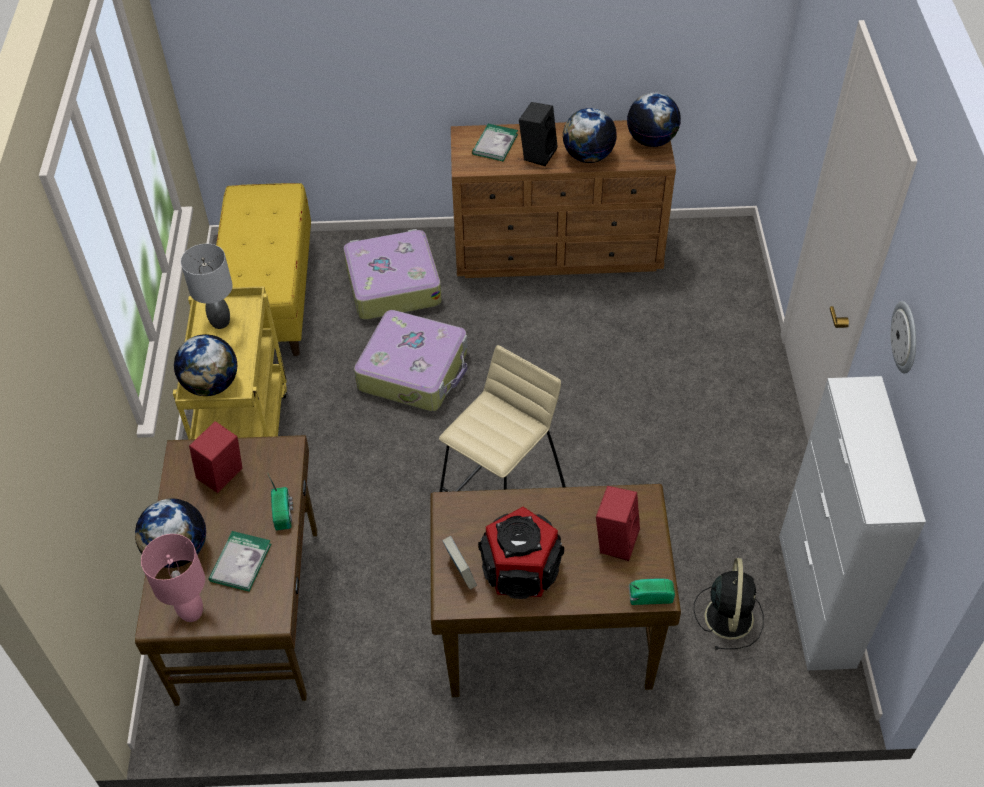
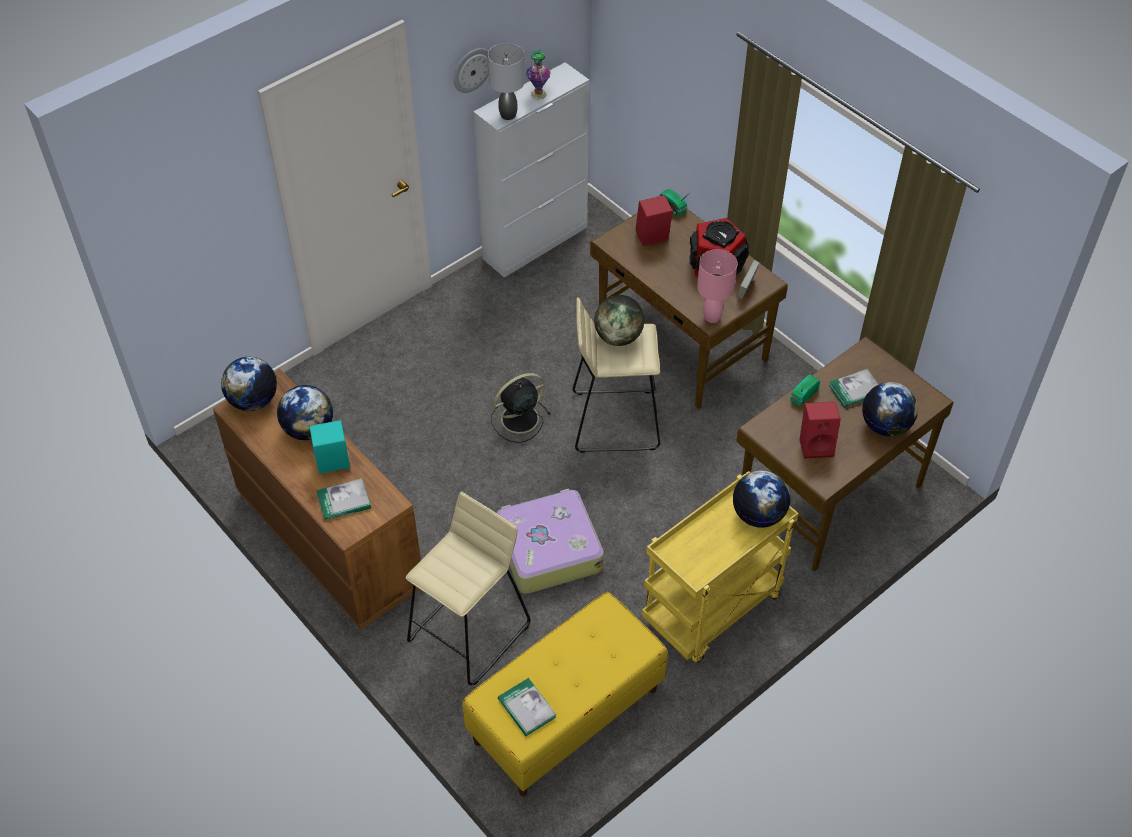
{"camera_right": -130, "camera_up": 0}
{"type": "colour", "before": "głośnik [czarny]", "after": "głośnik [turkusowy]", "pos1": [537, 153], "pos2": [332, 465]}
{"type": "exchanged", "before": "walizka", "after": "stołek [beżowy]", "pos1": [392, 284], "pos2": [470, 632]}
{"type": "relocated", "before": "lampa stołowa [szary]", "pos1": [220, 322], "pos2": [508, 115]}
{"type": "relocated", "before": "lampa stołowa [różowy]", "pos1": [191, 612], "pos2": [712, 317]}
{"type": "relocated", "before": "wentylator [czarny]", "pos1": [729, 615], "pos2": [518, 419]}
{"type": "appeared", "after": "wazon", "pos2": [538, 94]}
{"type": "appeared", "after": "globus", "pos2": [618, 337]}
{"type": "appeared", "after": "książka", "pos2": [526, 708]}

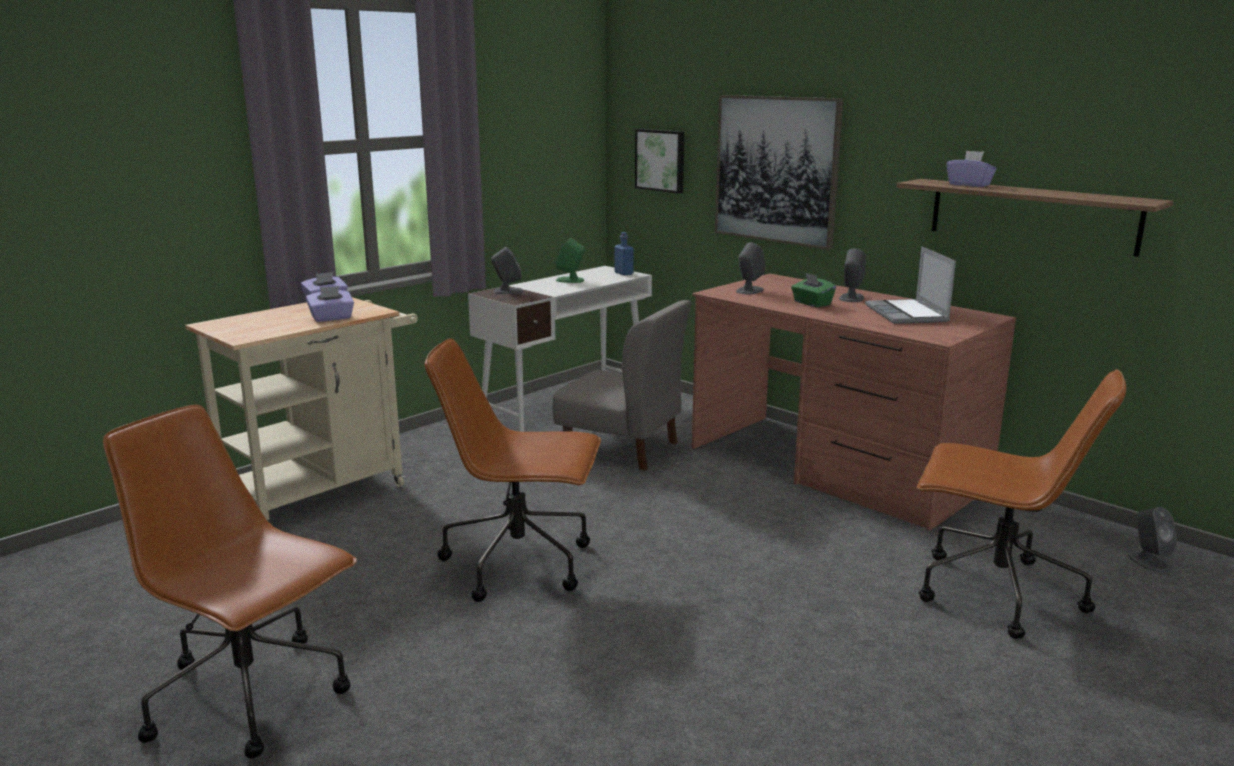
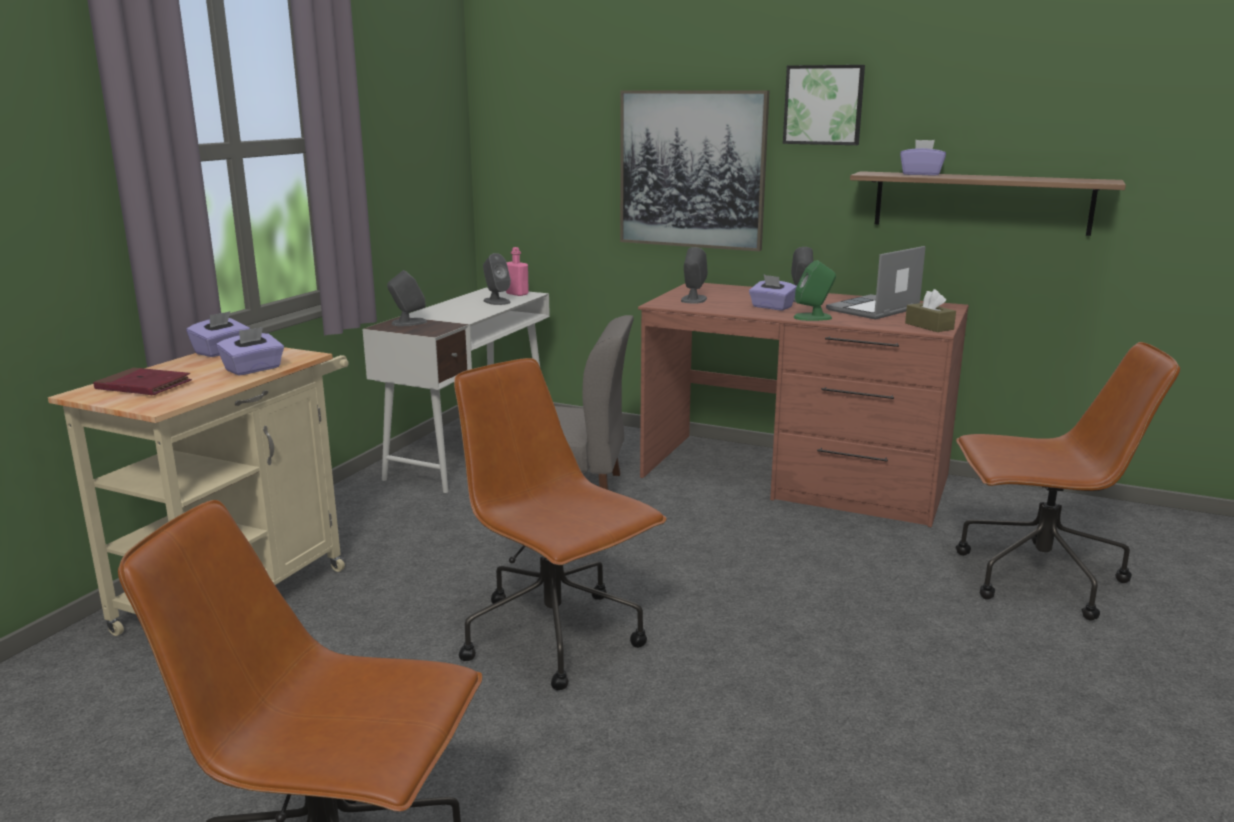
{"camera_right": -20, "camera_up": 0}
{"type": "relocated", "before": "obraz", "pos1": [661, 160], "pos2": [823, 105]}
{"type": "colour", "before": "butelka [niebieski]", "after": "butelka [różowy]", "pos1": [623, 273], "pos2": [517, 294]}
{"type": "relocated", "before": "głośnik [zielony]", "pos1": [570, 280], "pos2": [813, 317]}
{"type": "spun", "before": "laptop", "pos1": [908, 314], "pos2": [873, 310], "turn": 75}
{"type": "colour", "before": "pudełko chusteczek [zielony]", "after": "pudełko chusteczek [fioletowy]", "pos1": [811, 303], "pos2": [771, 307]}
{"type": "spun", "before": "krzesło biurowe [brązowy]", "pos1": [521, 563], "pos2": [555, 638], "turn": 60}
{"type": "relocated", "before": "głośnik [szary]", "pos1": [1148, 562], "pos2": [496, 301]}
{"type": "appeared", "after": "pudełko chusteczek [brązowy]", "pos2": [929, 326]}
{"type": "appeared", "after": "książka [czerwony]", "pos2": [144, 386]}

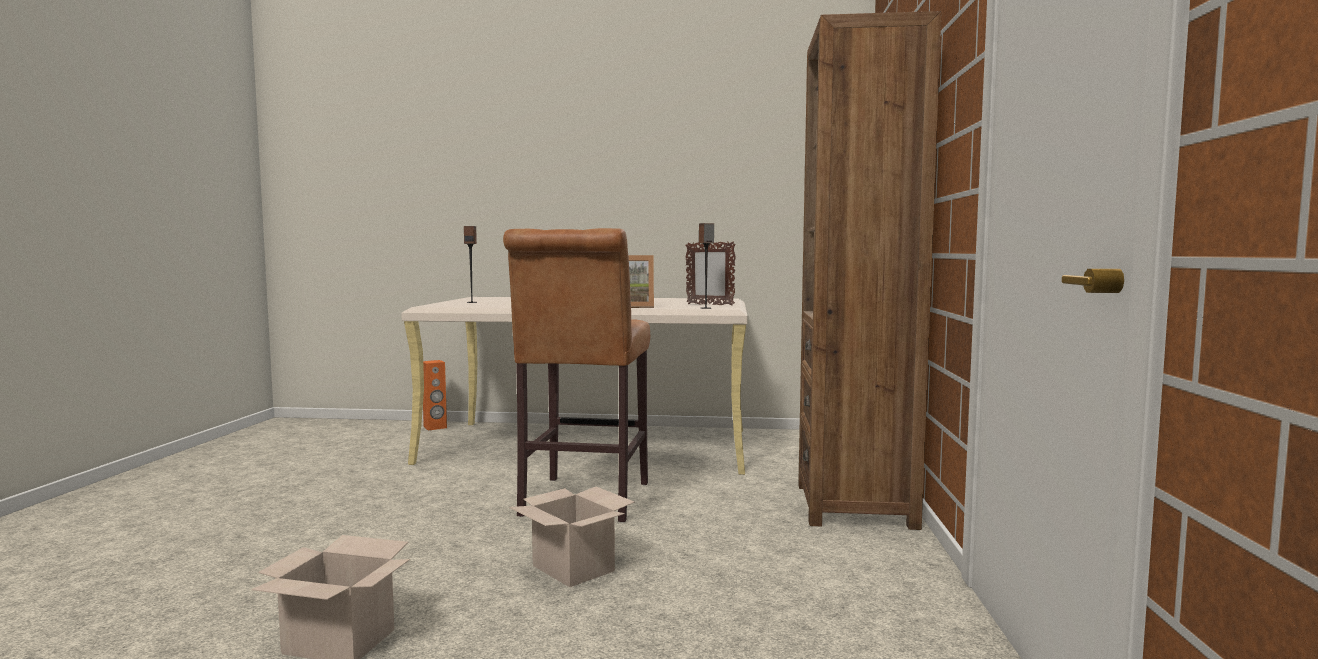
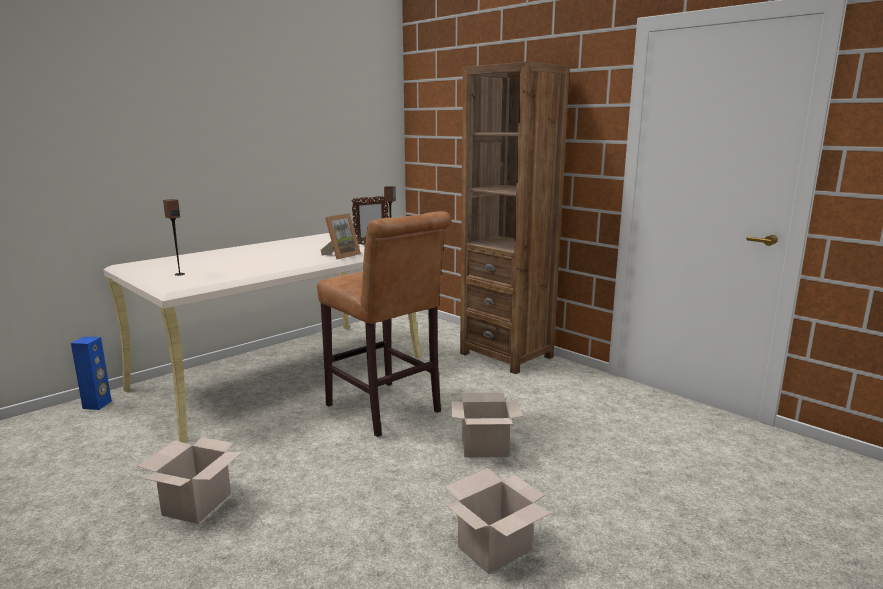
{"camera_right": -50, "camera_up": 10}
{"type": "colour", "before": "głośnik [pomarańczowy]", "after": "głośnik [niebieski]", "pos1": [435, 427], "pos2": [97, 405]}
{"type": "appeared", "after": "karton", "pos2": [197, 503]}

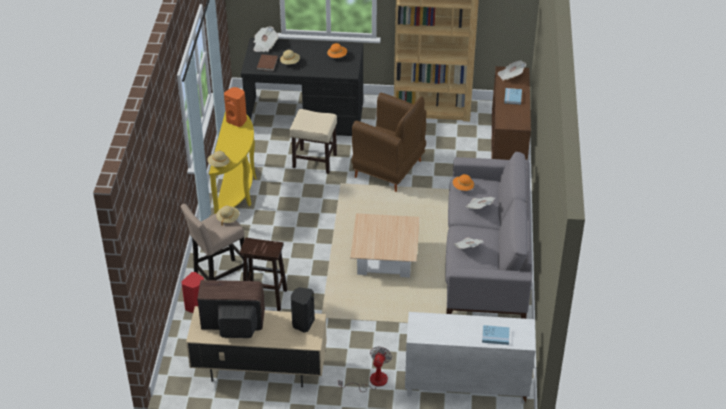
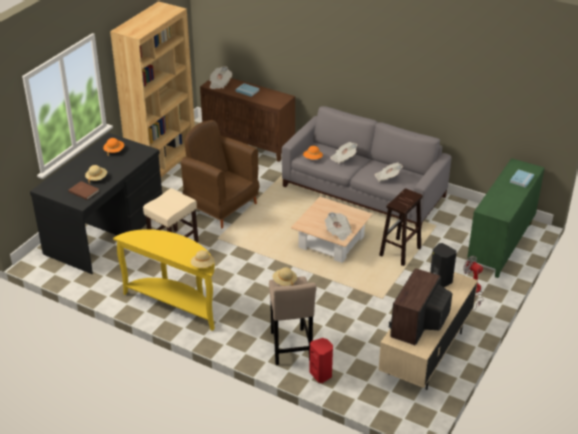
{"camera_right": -65, "camera_up": -5}
{"type": "relocated", "before": "gazeta", "pos1": [264, 45], "pos2": [338, 232]}
{"type": "missing", "before": "głośnik [pomarańczowy]", "pos1": [237, 121]}
{"type": "spun", "before": "fotel [brązowy]", "pos1": [389, 169], "pos2": [221, 207], "turn": -105}
{"type": "relocated", "before": "stołek [brązowy]", "pos1": [264, 297], "pos2": [400, 252]}
{"type": "colour", "before": "szafka [biały]", "after": "szafka [zielony]", "pos1": [465, 386], "pos2": [501, 246]}

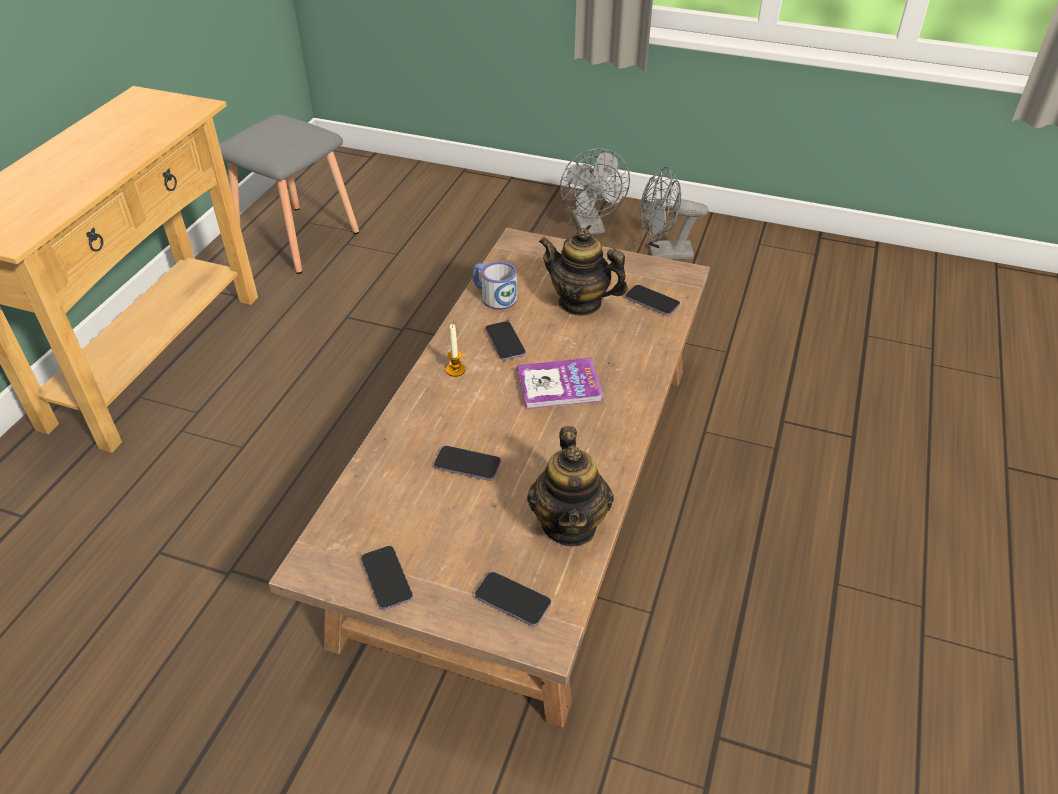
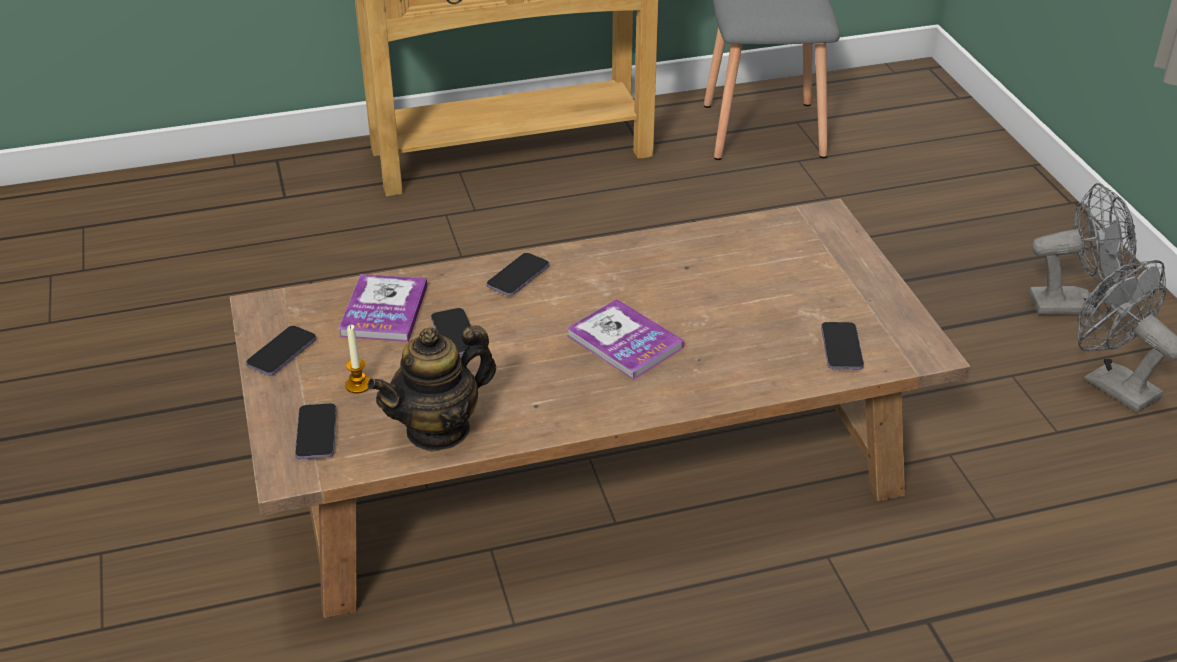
{"camera_right": 55, "camera_up": -5}
{"type": "spun", "before": "wentylator [szary]", "pos1": [591, 228], "pos2": [1073, 304], "turn": -135}
{"type": "missing", "before": "imbryk", "pos1": [580, 303]}
{"type": "missing", "before": "kubek", "pos1": [494, 296]}
{"type": "relocated", "before": "telefon", "pos1": [505, 342], "pos2": [518, 277]}
{"type": "relocated", "before": "świeca", "pos1": [455, 370], "pos2": [358, 385]}
{"type": "appeared", "after": "książka", "pos2": [384, 310]}

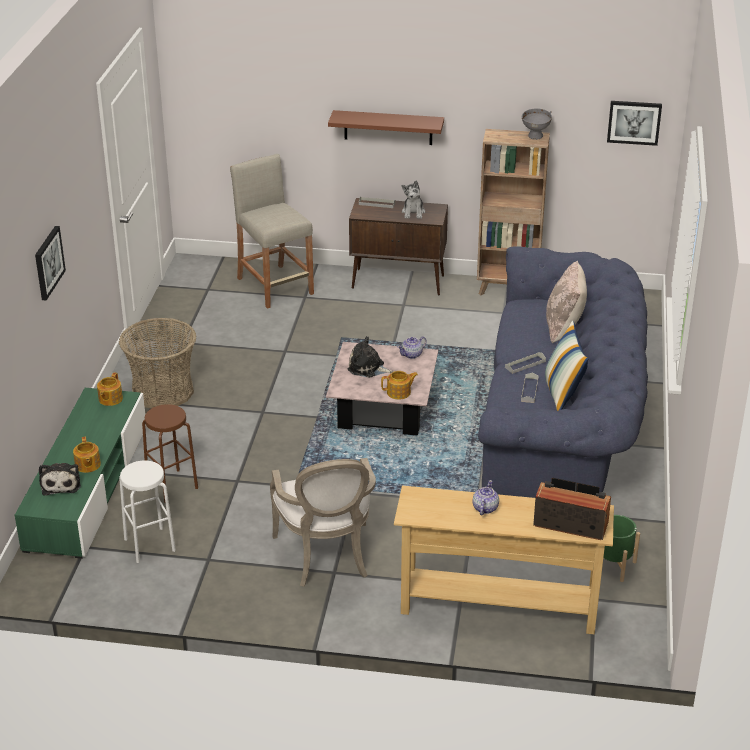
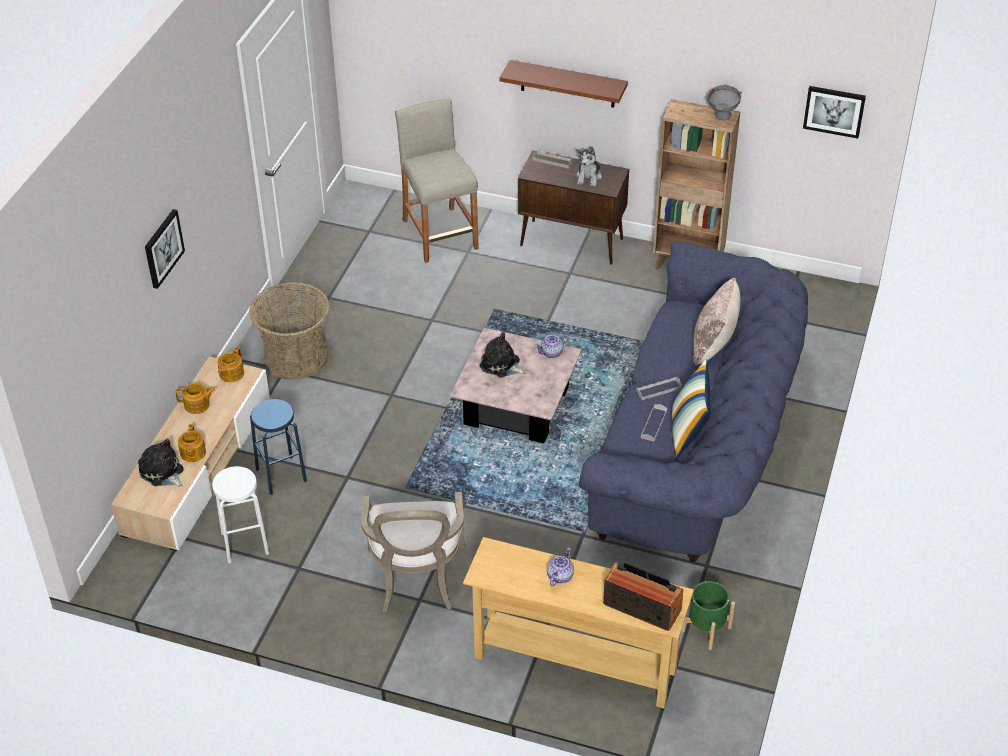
{"camera_right": 10, "camera_up": 10}
{"type": "relocated", "before": "imbryk", "pos1": [399, 393], "pos2": [197, 405]}
{"type": "colour", "before": "szafka pod telewizor [zielony]", "after": "szafka pod telewizor [beżowy]", "pos1": [87, 487], "pos2": [197, 466]}
{"type": "colour", "before": "stołek [brązowy]", "after": "stołek [niebieski]", "pos1": [172, 485], "pos2": [281, 475]}
{"type": "spun", "before": "pluszak", "pos1": [61, 484], "pos2": [162, 472], "turn": 135}

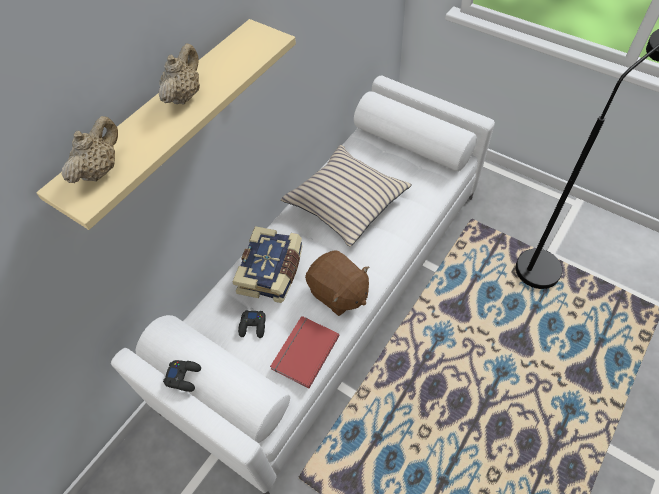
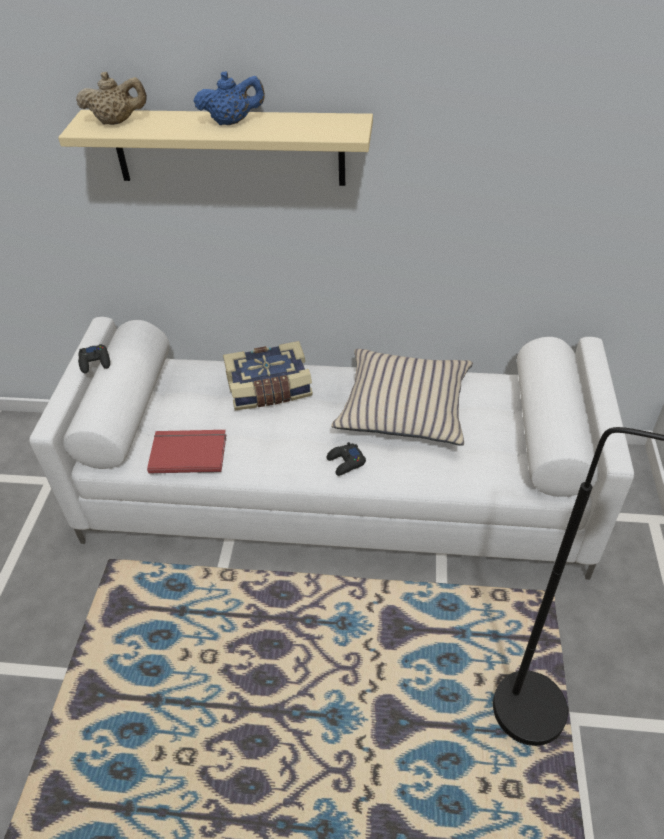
{"camera_right": 60, "camera_up": -10}
{"type": "colour", "before": "imbryk [beżowy]", "after": "imbryk [niebieski]", "pos1": [184, 95], "pos2": [232, 122]}
{"type": "missing", "before": "pluszak [brązowy]", "pos1": [338, 293]}
{"type": "relocated", "before": "pad do gier [czarny]", "pos1": [253, 326], "pos2": [345, 462]}

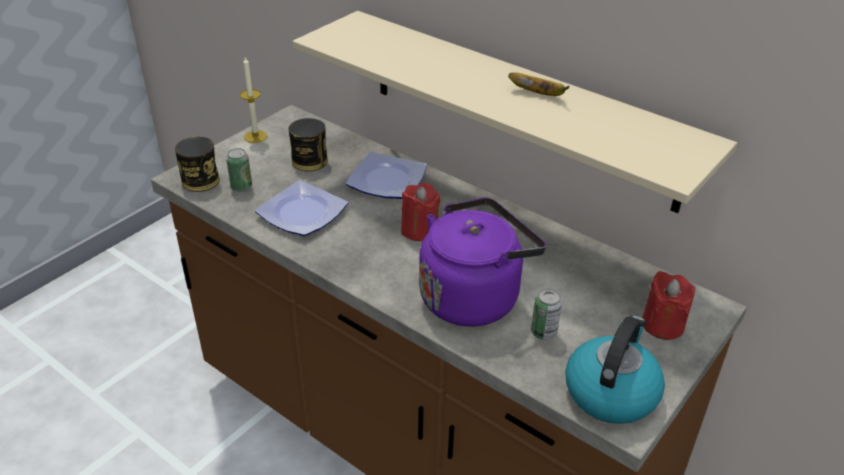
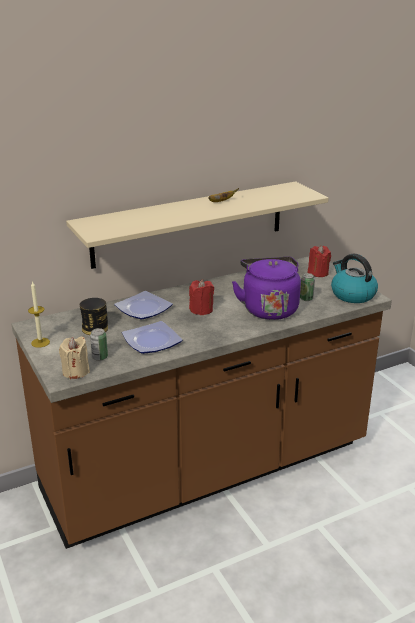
{"camera_right": -65, "camera_up": -10}
{"type": "exchanged", "before": "puszka", "after": "świeca [beżowy]", "pos1": [200, 181], "pos2": [76, 372]}

